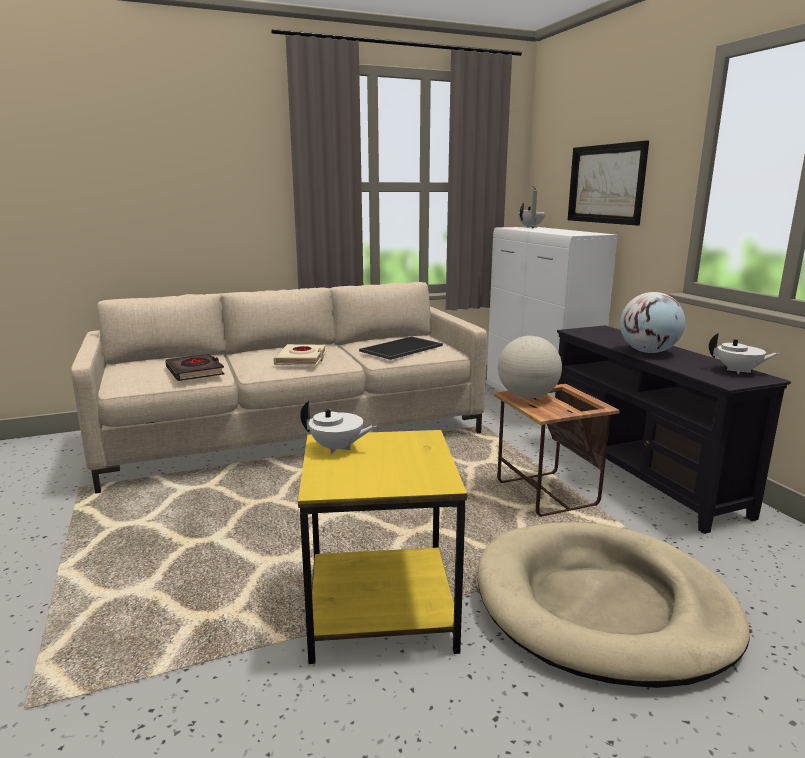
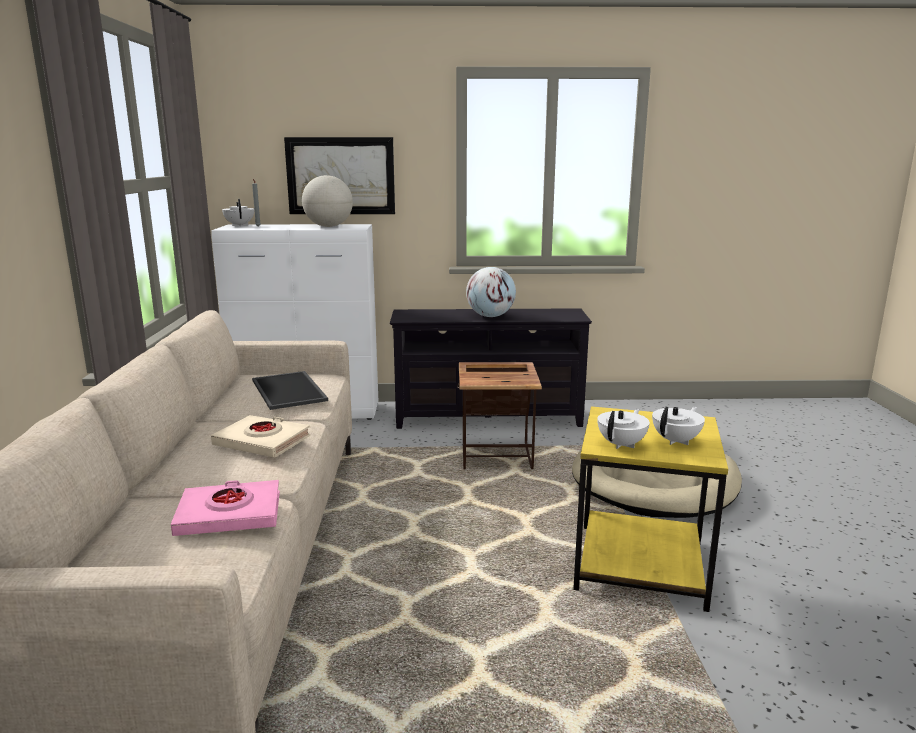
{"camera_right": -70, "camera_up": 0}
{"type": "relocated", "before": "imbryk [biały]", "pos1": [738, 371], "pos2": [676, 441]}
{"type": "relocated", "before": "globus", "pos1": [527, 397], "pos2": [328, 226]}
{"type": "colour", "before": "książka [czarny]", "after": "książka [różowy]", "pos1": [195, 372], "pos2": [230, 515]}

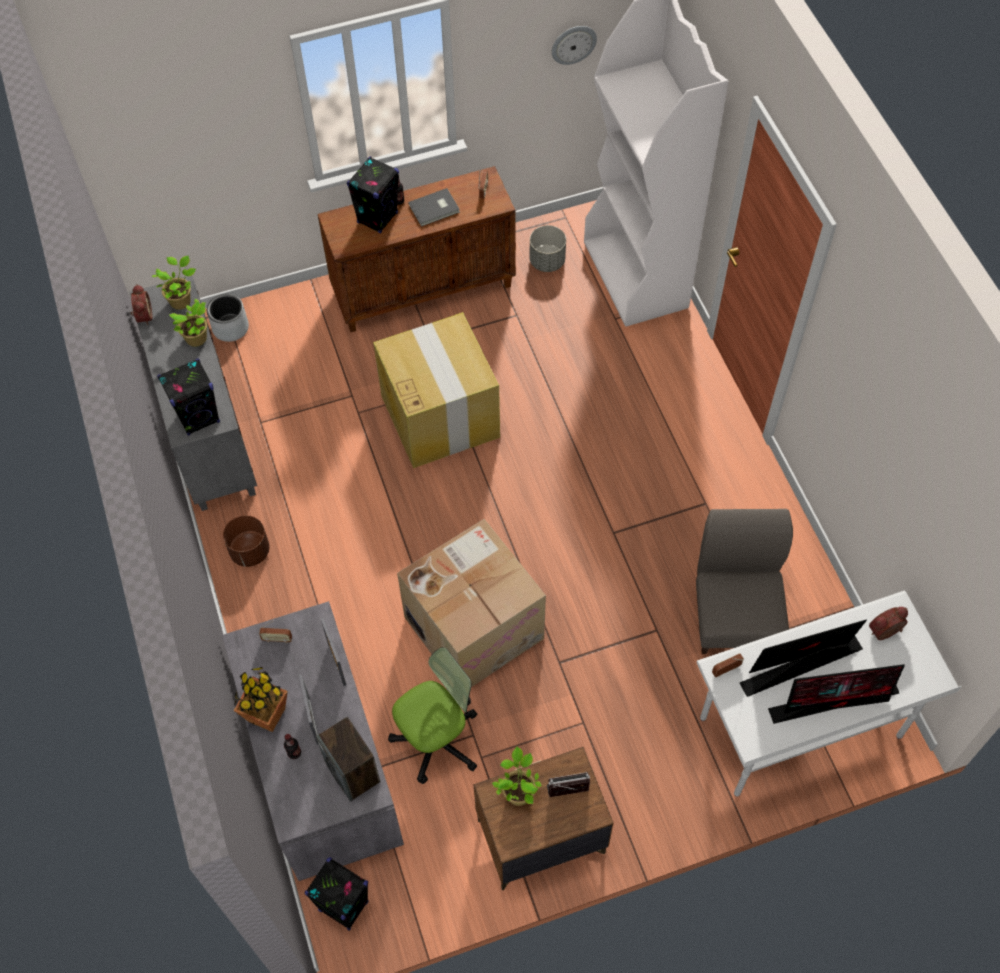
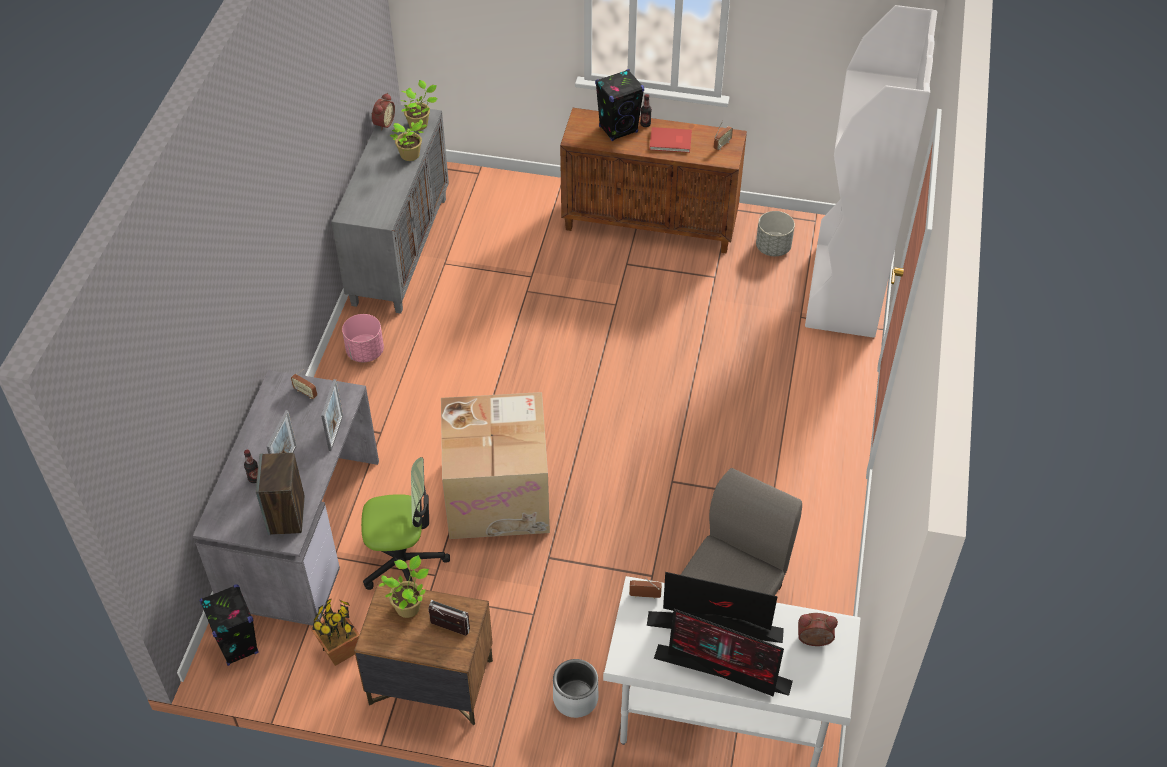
{"camera_right": 30, "camera_up": -10}
{"type": "missing", "before": "zegar ścienny", "pos1": [573, 44]}
{"type": "colour", "before": "książka [szary]", "after": "książka [czerwony]", "pos1": [435, 209], "pos2": [671, 142]}
{"type": "relocated", "before": "donica [szary]", "pos1": [231, 328], "pos2": [576, 698]}
{"type": "missing", "before": "karton", "pos1": [439, 415]}
{"type": "missing", "before": "głośnik [czarny]", "pos1": [198, 417]}
{"type": "colour", "before": "donica [brązowy]", "after": "donica [różowy]", "pos1": [249, 551], "pos2": [365, 351]}
{"type": "relocated", "before": "roślina doniczkowa", "pos1": [266, 715], "pos2": [339, 650]}

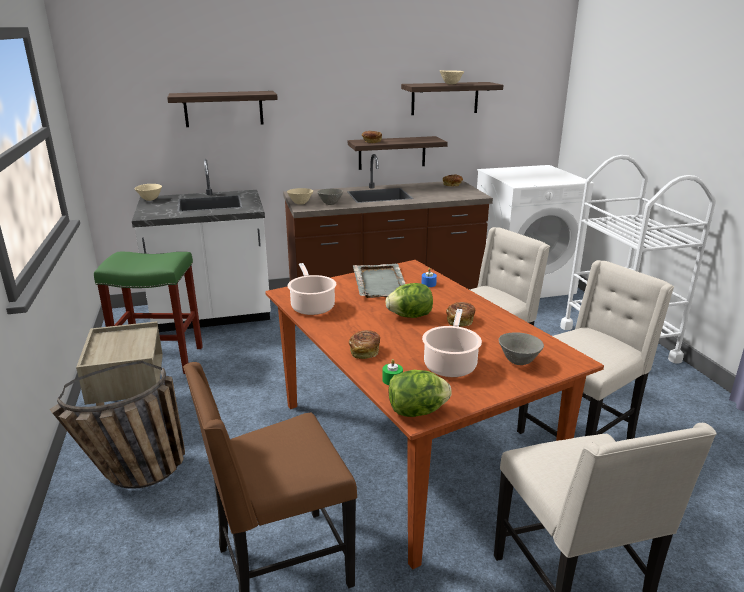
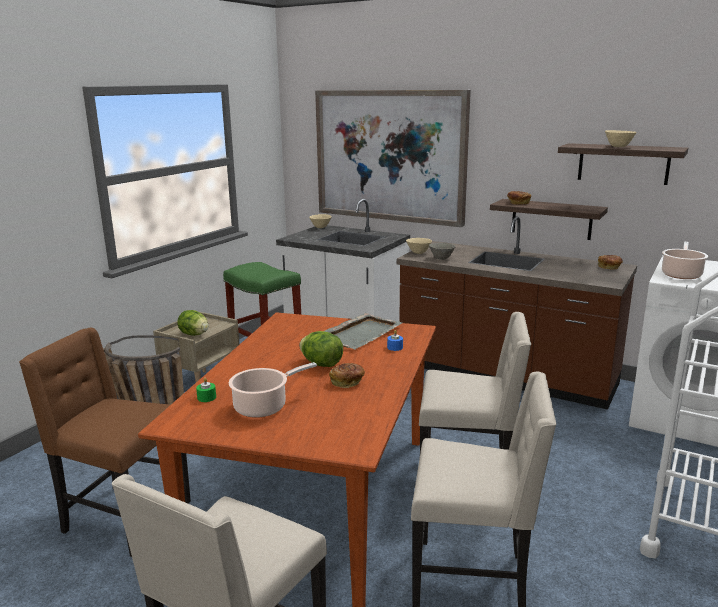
{"camera_right": 45, "camera_up": -5}
{"type": "exchanged", "before": "półka", "after": "obraz", "pos1": [223, 109], "pos2": [390, 156]}
{"type": "relocated", "before": "garnek", "pos1": [312, 306], "pos2": [681, 274]}
{"type": "missing", "before": "chleb", "pos1": [365, 351]}
{"type": "missing", "before": "miska [szary]", "pos1": [519, 361]}
{"type": "relocated", "before": "sałata", "pos1": [417, 411], "pos2": [194, 334]}

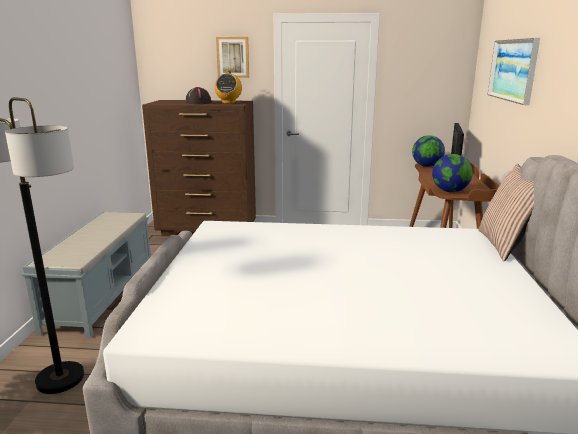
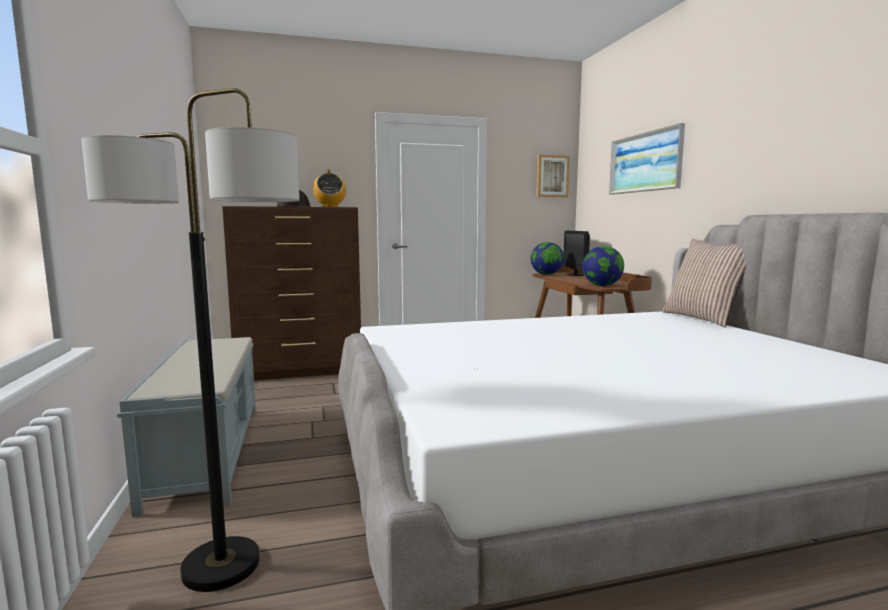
{"camera_right": -20, "camera_up": -10}
{"type": "relocated", "before": "obraz", "pos1": [233, 57], "pos2": [552, 176]}

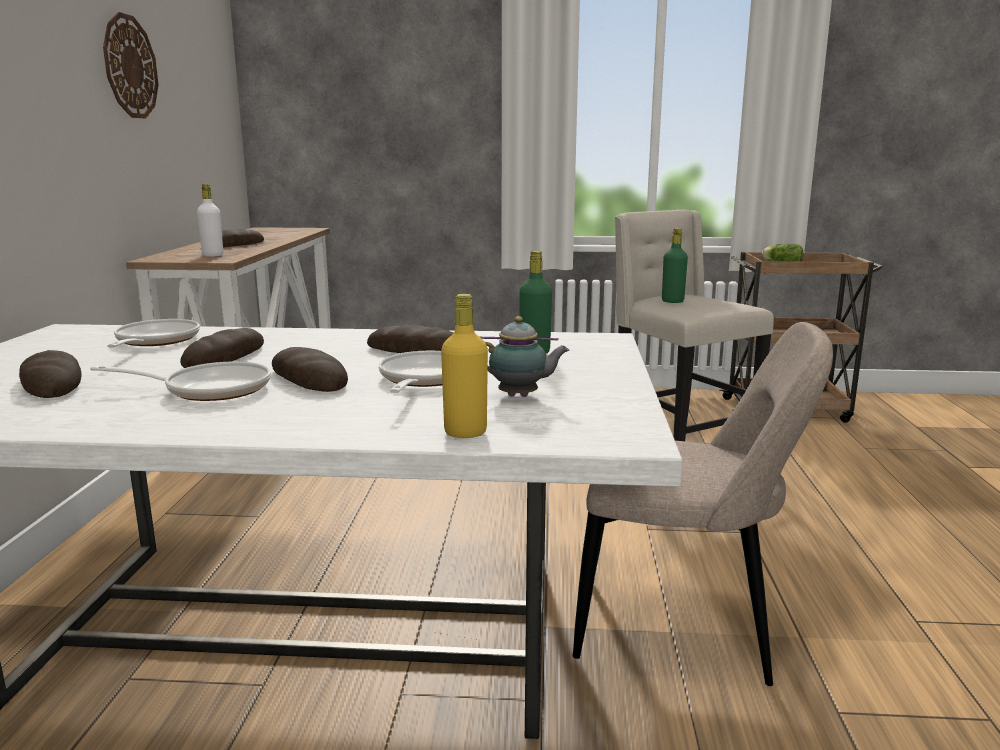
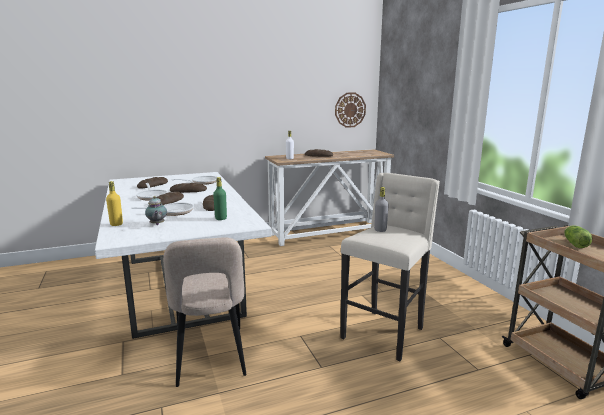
{"camera_right": 65, "camera_up": 0}
{"type": "relocated", "before": "zegar ścienny", "pos1": [130, 67], "pos2": [350, 110]}
{"type": "colour", "before": "butelka [zielony]", "after": "butelka [szary]", "pos1": [672, 301], "pos2": [380, 230]}

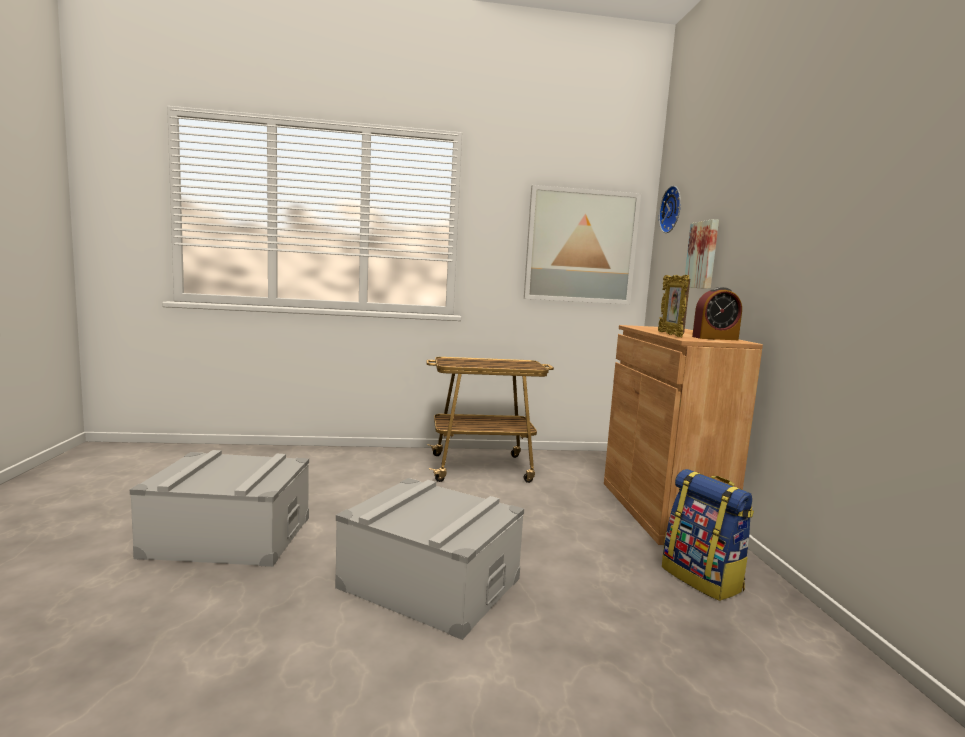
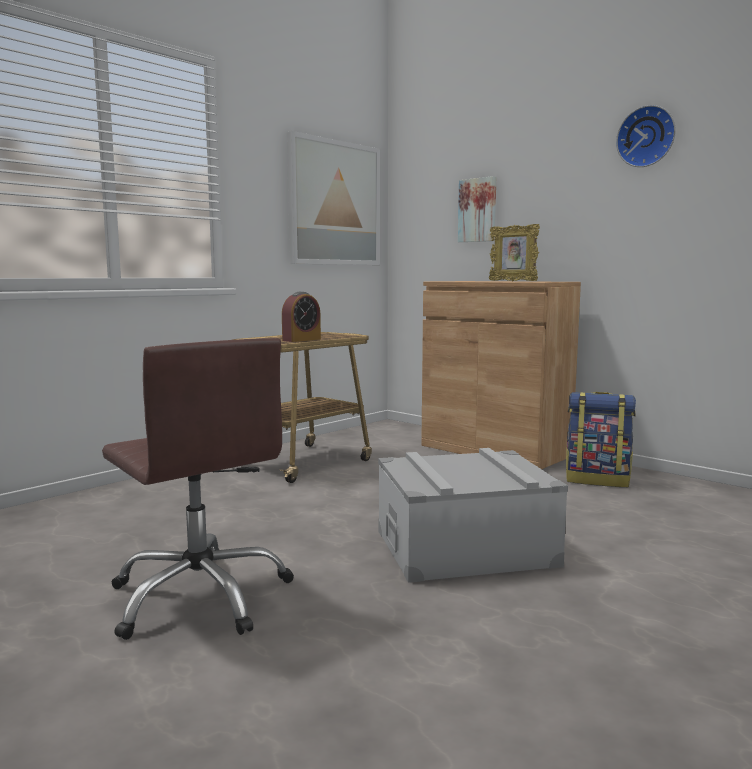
{"camera_right": -40, "camera_up": 0}
{"type": "relocated", "before": "zegar ścienny", "pos1": [673, 209], "pos2": [647, 137]}
{"type": "relocated", "before": "budzik", "pos1": [715, 338], "pos2": [301, 340]}
{"type": "exchanged", "before": "pojemnik do przechowywania [szary]", "after": "krzesło biurowe [brązowy]", "pos1": [228, 537], "pos2": [201, 596]}

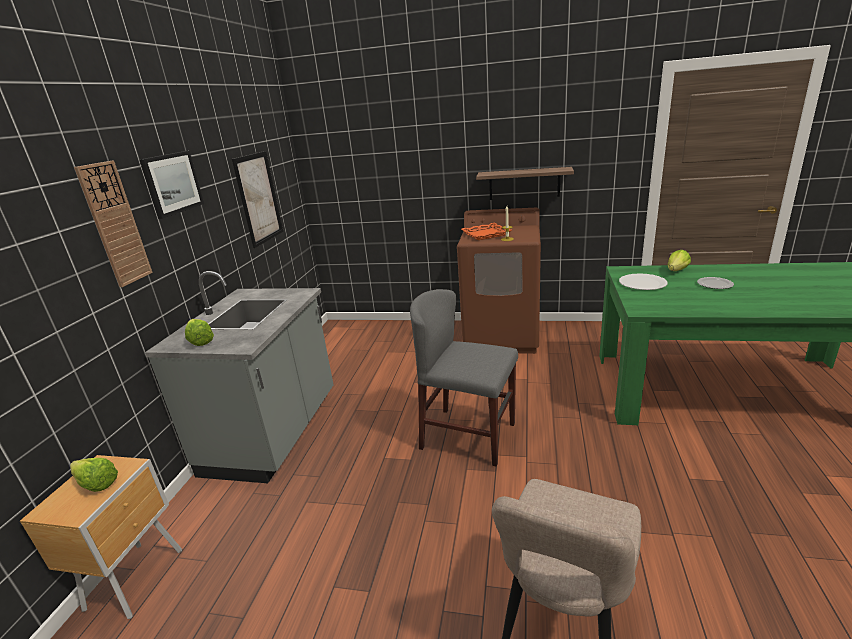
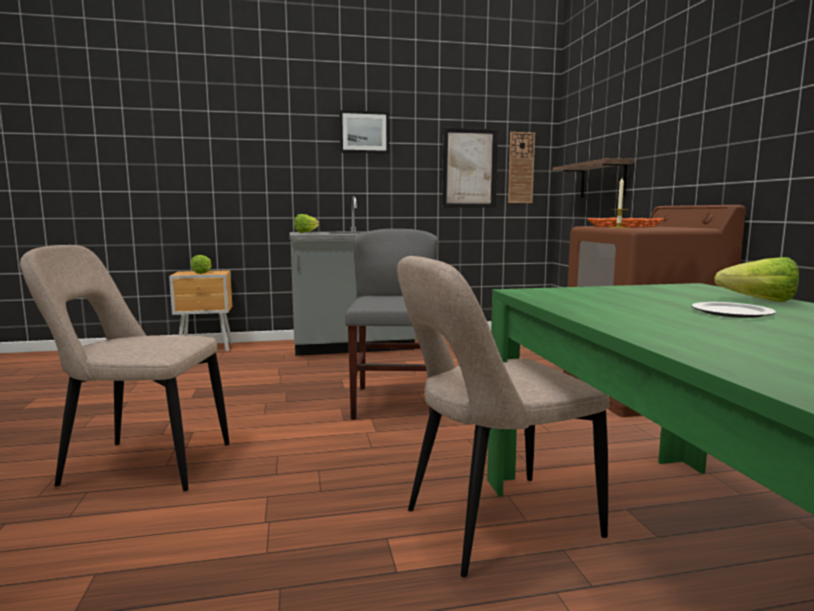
{"camera_right": 65, "camera_up": -15}
{"type": "relocated", "before": "zegar ścienny", "pos1": [115, 224], "pos2": [520, 168]}
{"type": "relocated", "before": "półka", "pos1": [524, 184], "pos2": [602, 180]}
{"type": "missing", "before": "talerz [biały]", "pos1": [642, 283]}
{"type": "appeared", "after": "krzesło [beżowy]", "pos2": [493, 525]}

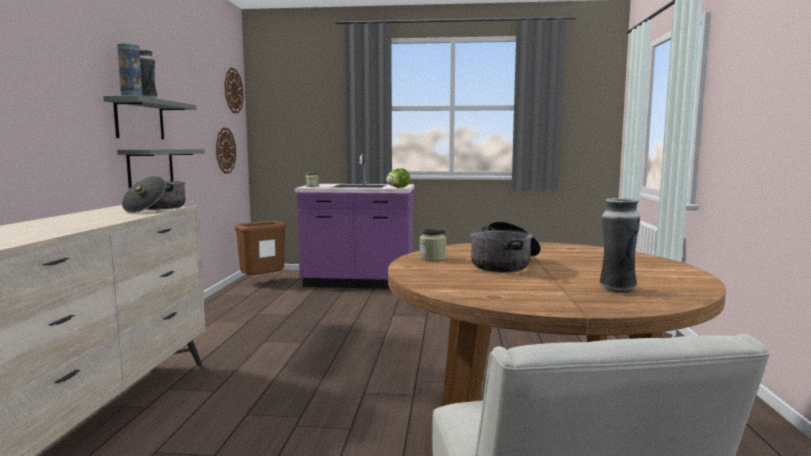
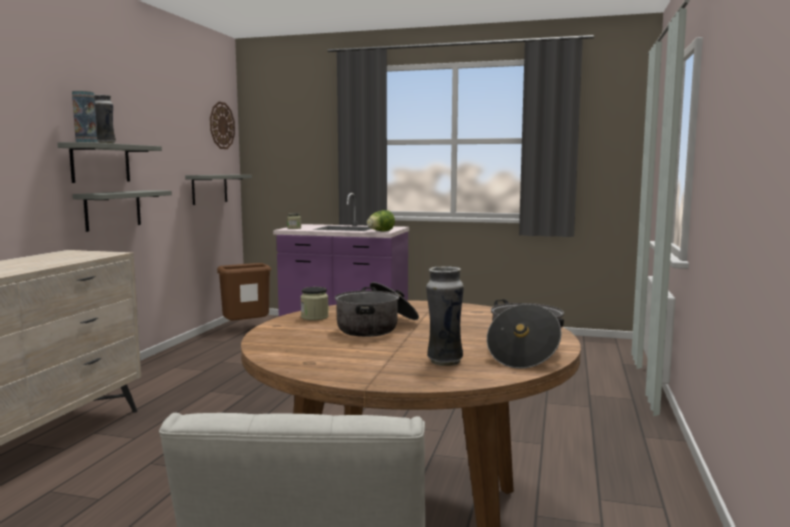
{"camera_right": 10, "camera_up": 0}
{"type": "exchanged", "before": "zegar ścienny", "after": "półka [szary]", "pos1": [225, 150], "pos2": [209, 189]}
{"type": "relocated", "before": "garnek", "pos1": [156, 208], "pos2": [524, 352]}

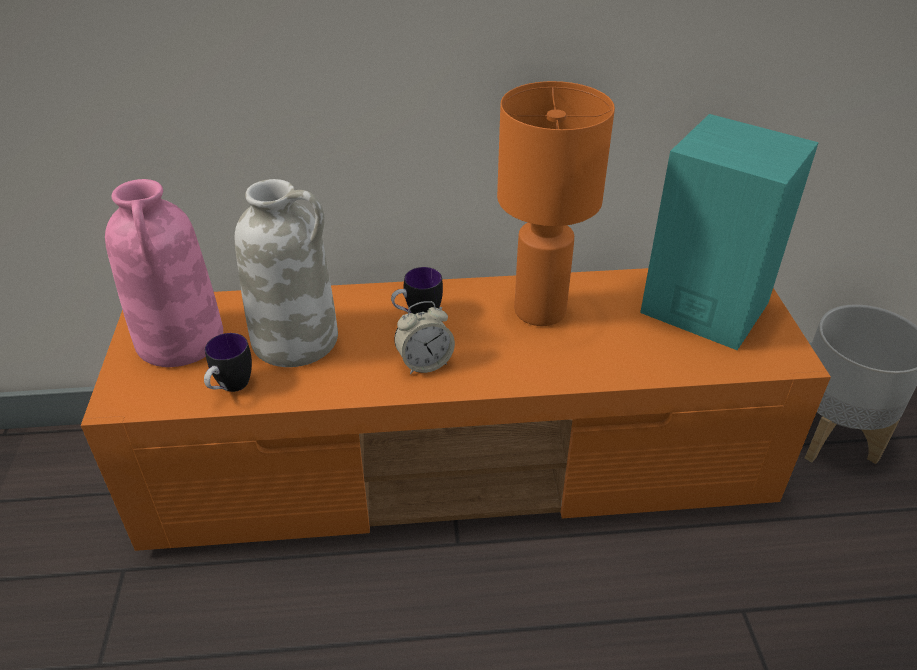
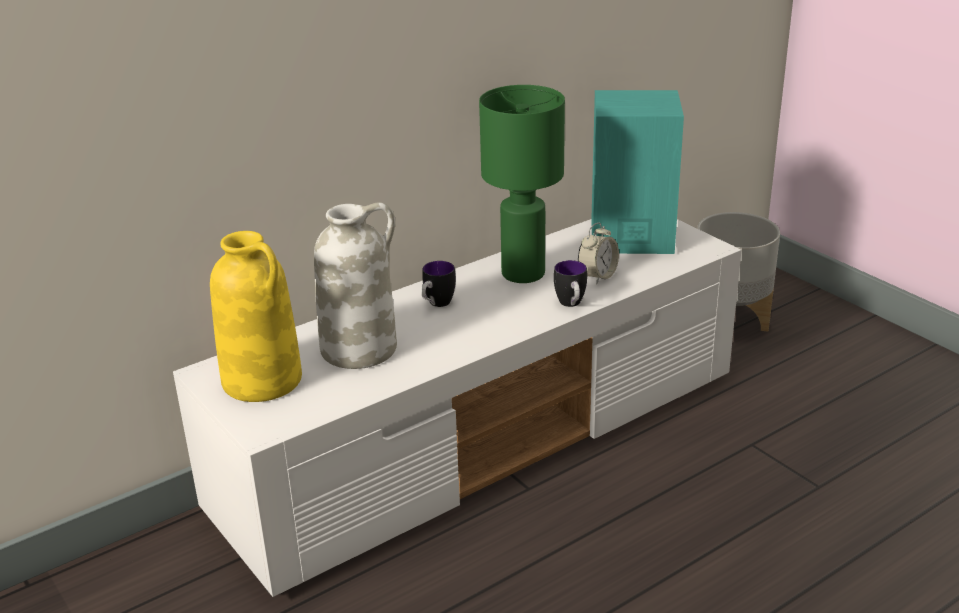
{"camera_right": -30, "camera_up": -10}
{"type": "colour", "before": "lampa stołowa [pomarańczowy]", "after": "lampa stołowa [zielony]", "pos1": [541, 312], "pos2": [524, 274]}
{"type": "colour", "before": "wazon [różowy]", "after": "wazon [żółty]", "pos1": [181, 340], "pos2": [264, 380]}
{"type": "colour", "before": "szafka pod telewizor [pomarańczowy]", "after": "szafka pod telewizor [biały]", "pos1": [462, 465], "pos2": [485, 441]}
{"type": "relocated", "before": "budzik", "pos1": [424, 363], "pos2": [597, 276]}
{"type": "relocated", "before": "kubek", "pos1": [230, 388], "pos2": [571, 305]}

